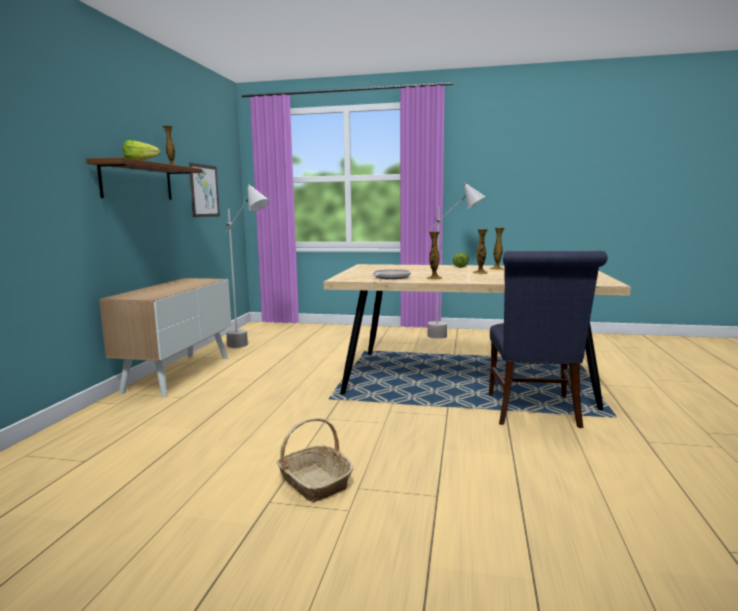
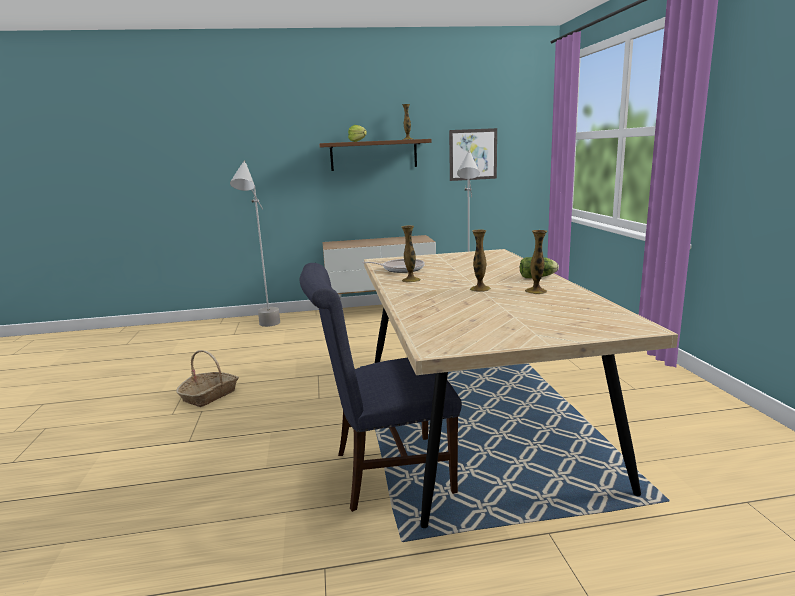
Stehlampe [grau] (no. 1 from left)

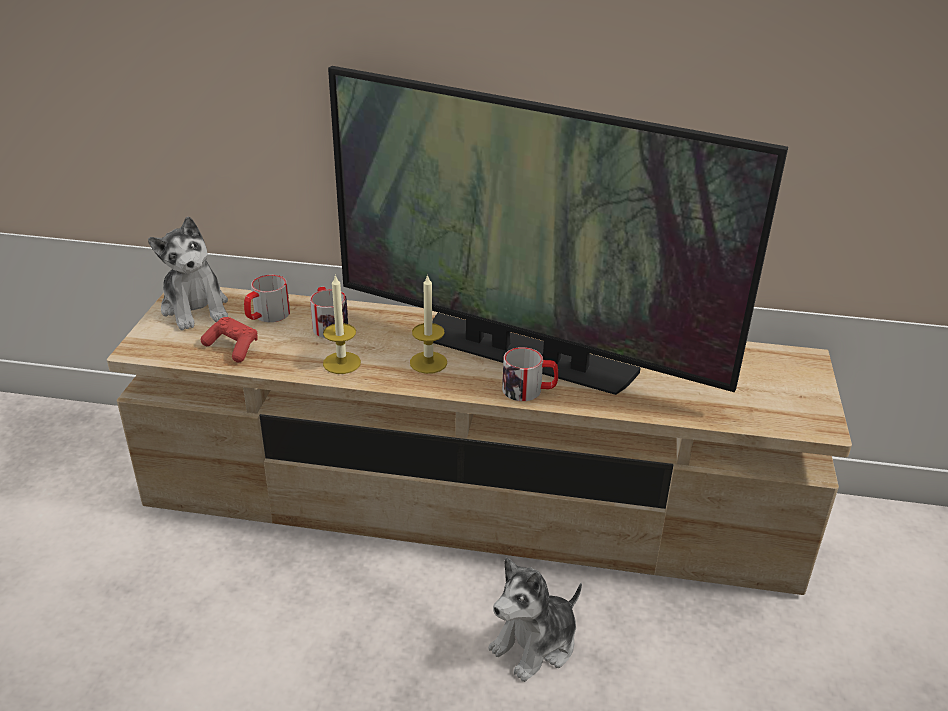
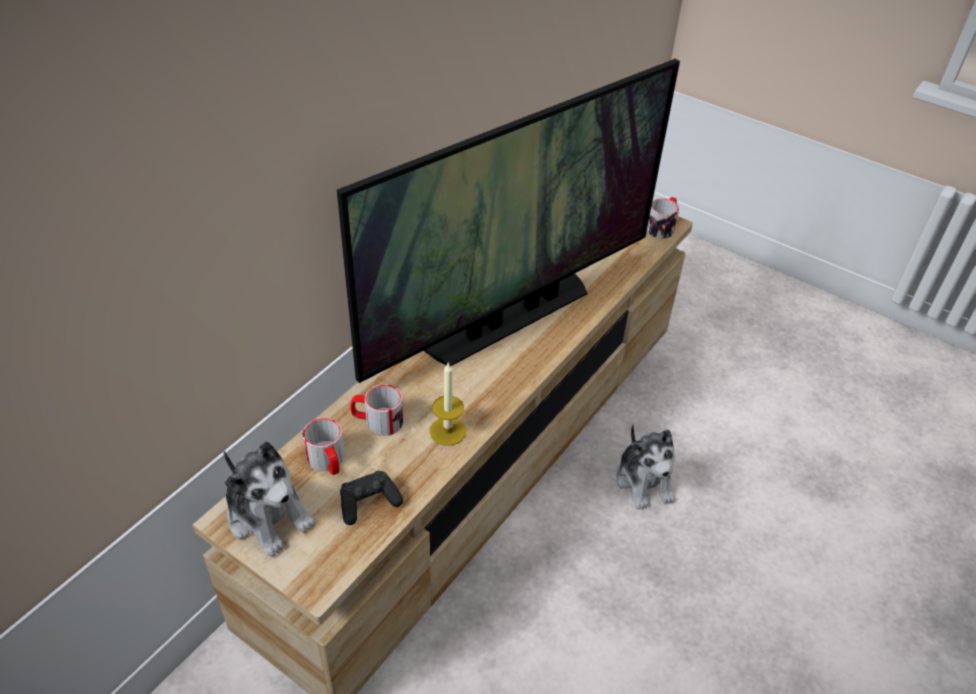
Plüschtier (no. 1 from left); Kerze (no. 2 from left in the first image); Gamepad [schwarz]; Henkelbecher (no. 3 from left)

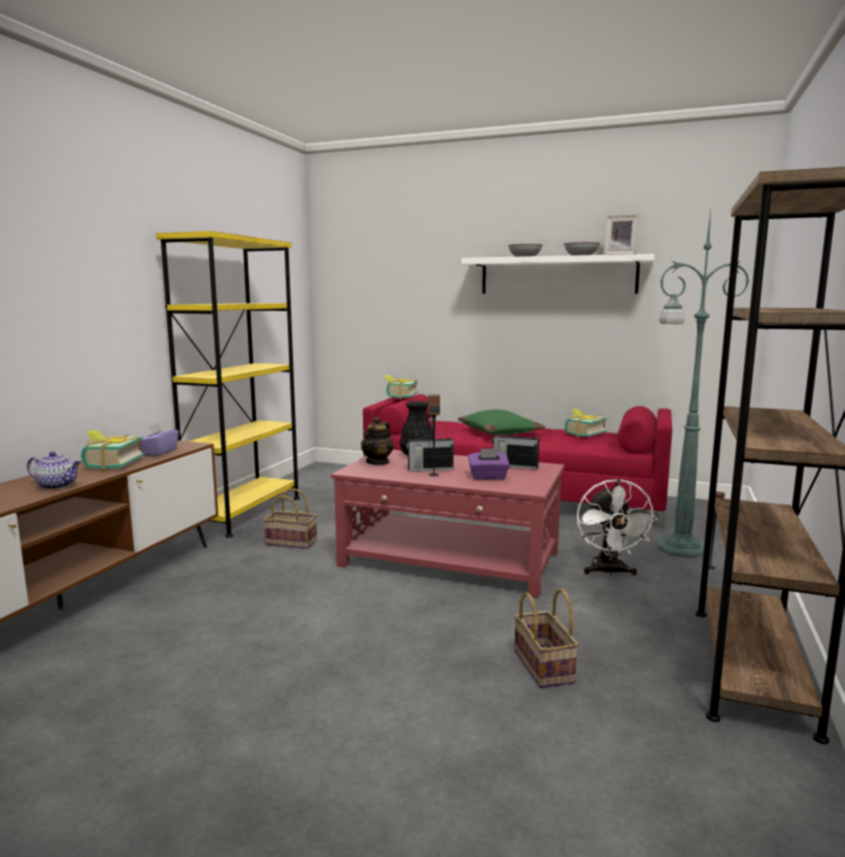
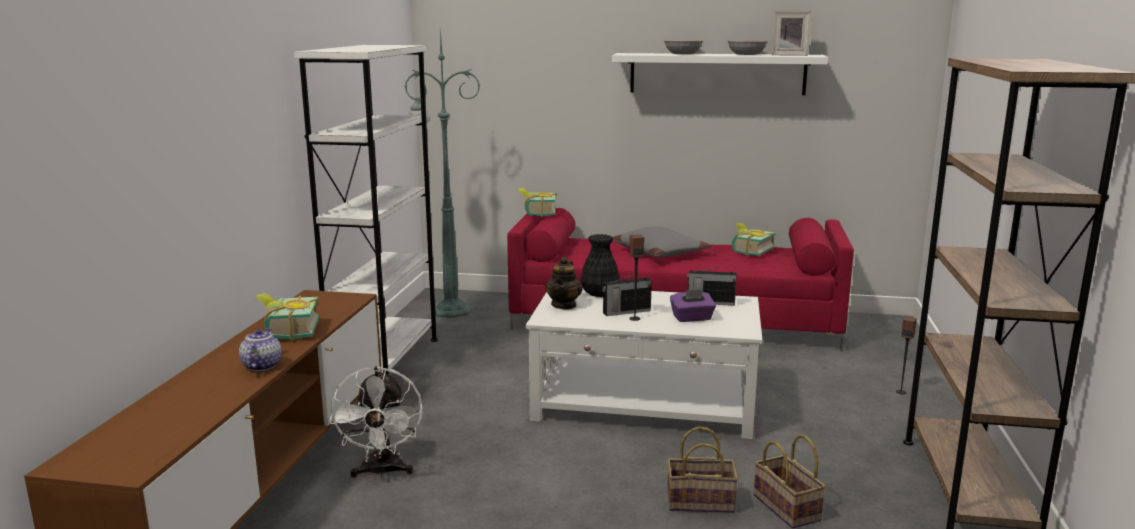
Stehlampe [grün]; Bücherregal [weiß]; Kissen [grau]; Taschentuchbox [lila] (no. 1 from left in the first image); Couchtisch [weiß]; Teekanne (no. 1 from left); Ventilator [weiß]; Korb (no. 1 from left)

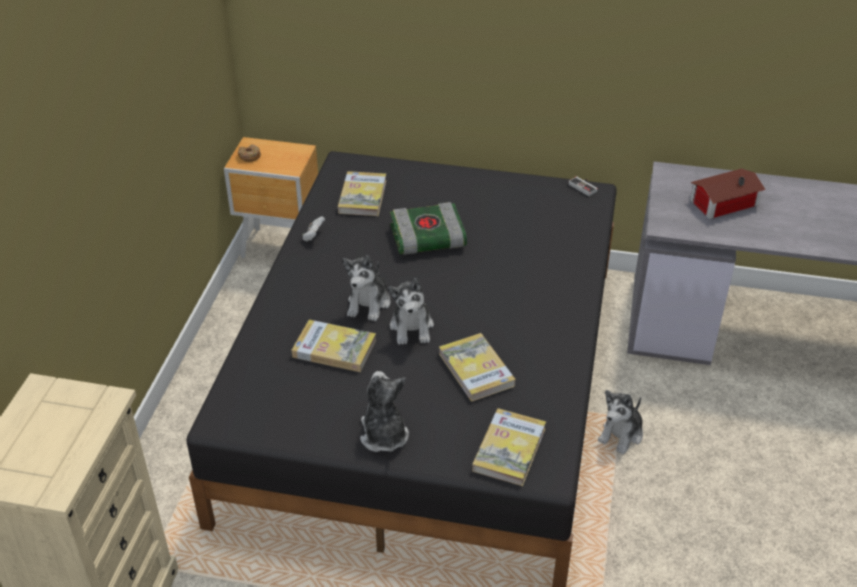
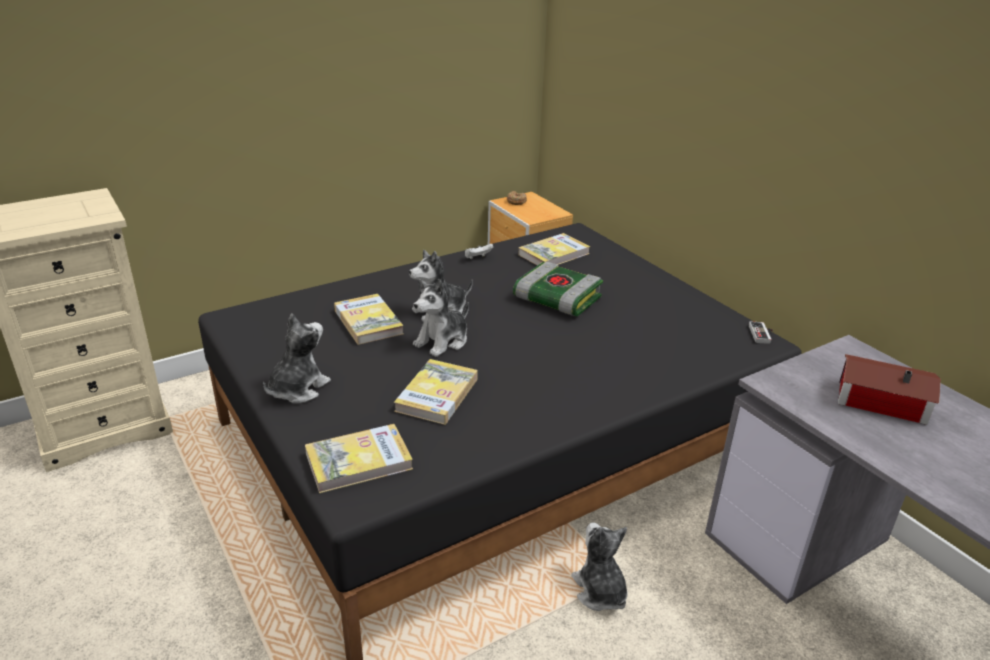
Plüschtier (no. 4 from left)

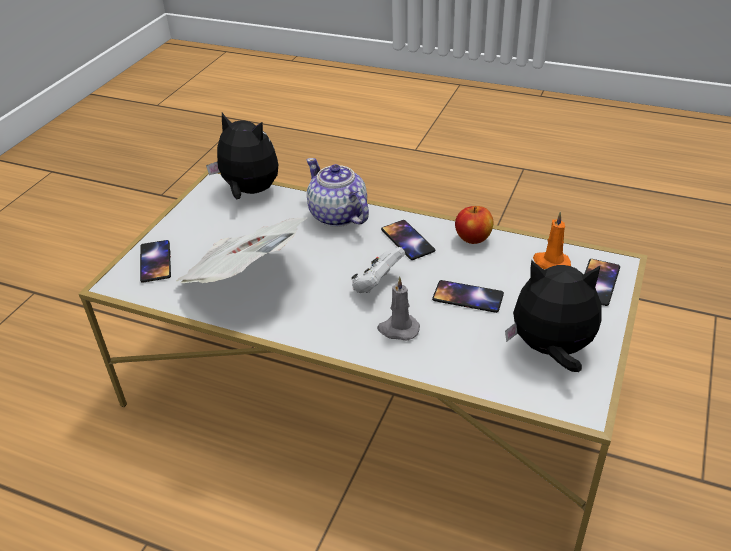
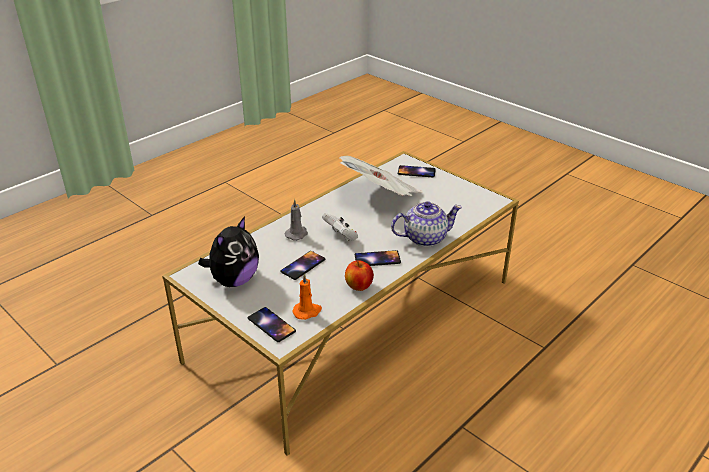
Plüschtier (no. 1 from left in the first image)

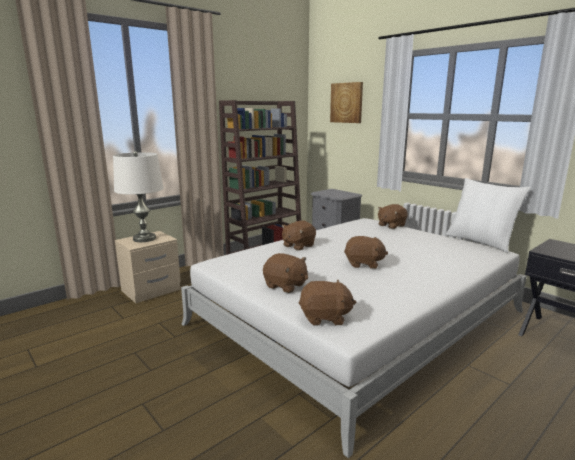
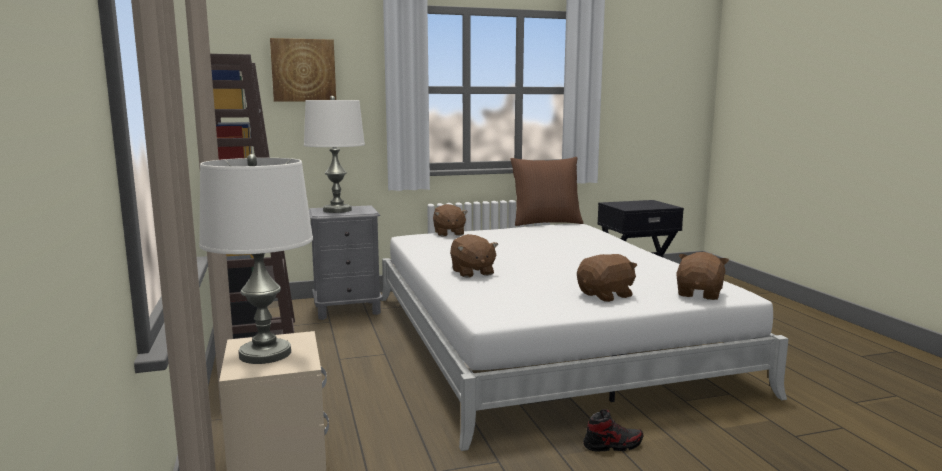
Kissen [braun]; Plüschtier [braun] (no. 4 from left in the first image); Tischlampe [weiß] (no. 2 from left); Schuh

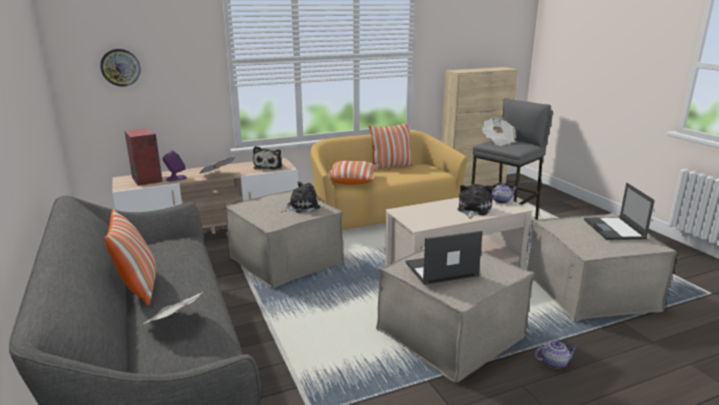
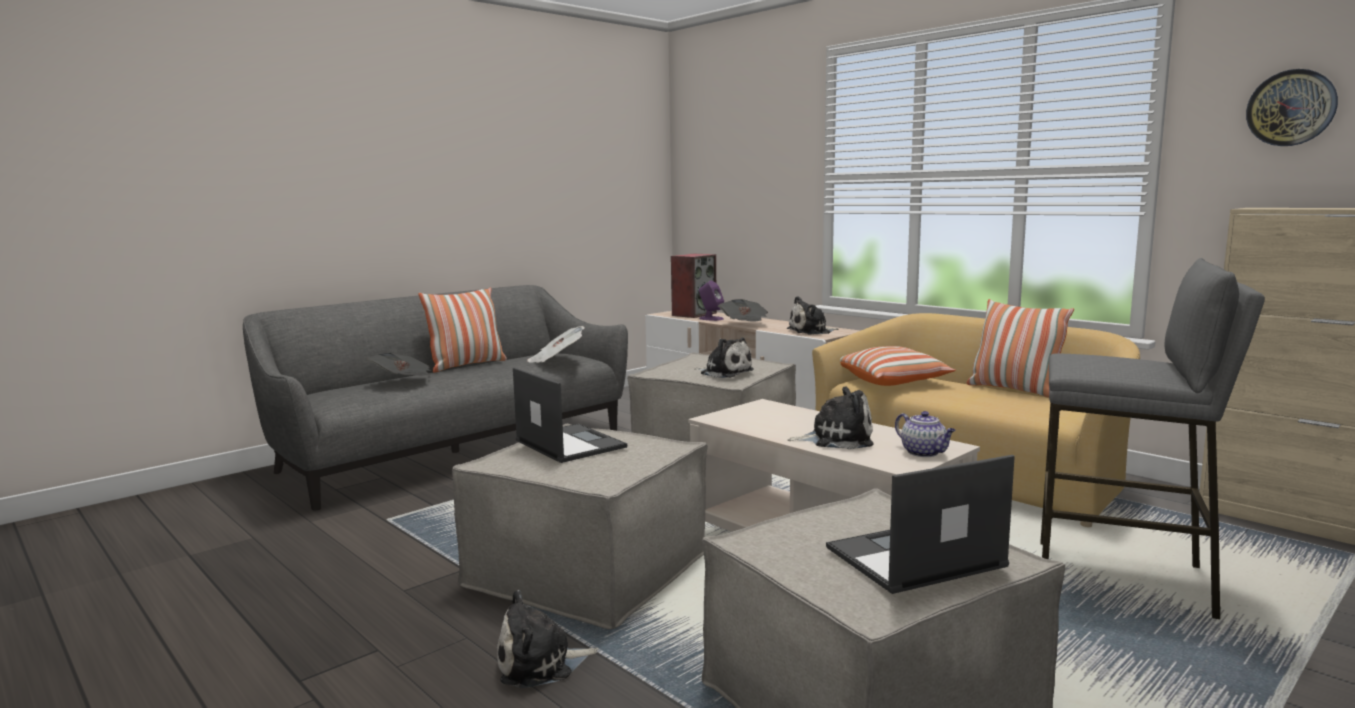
Wanduhr; Zeitung (no. 2 from left); Plüschtier (no. 1 from left)

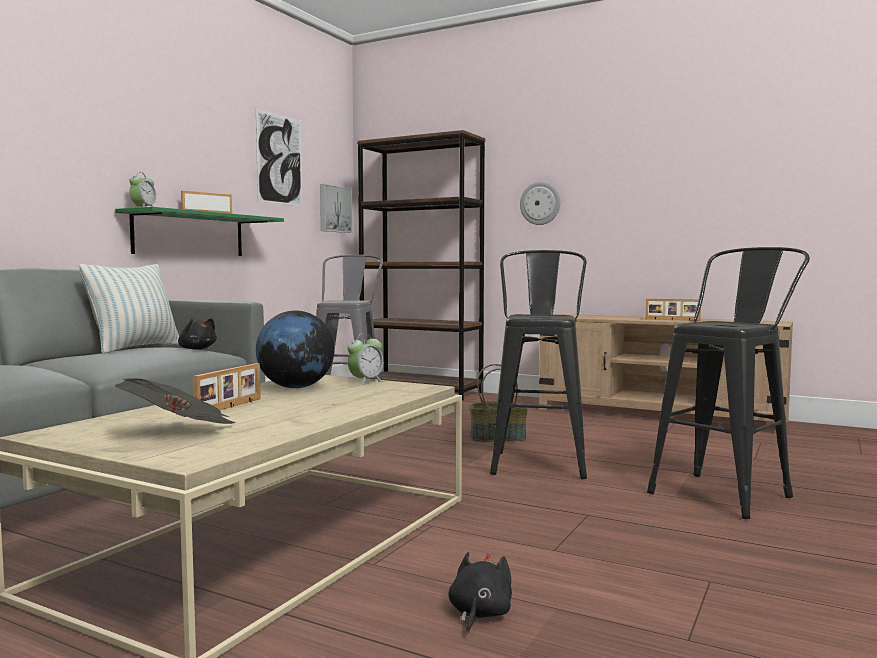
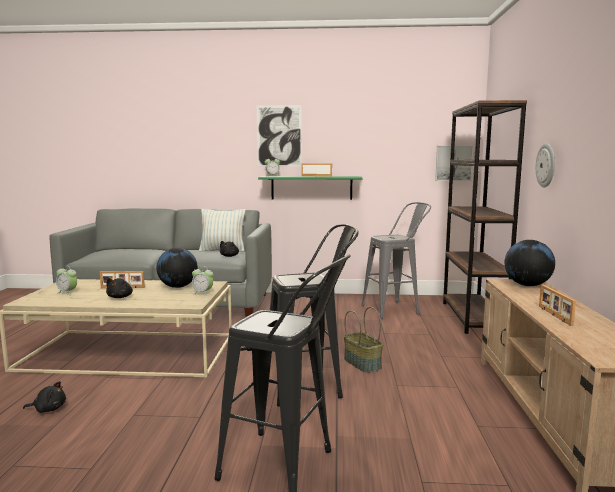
Bild (no. 1 from left); Wecker (no. 1 from left); Globus (no. 2 from left); Plüschtier [schwarz] (no. 2 from left)

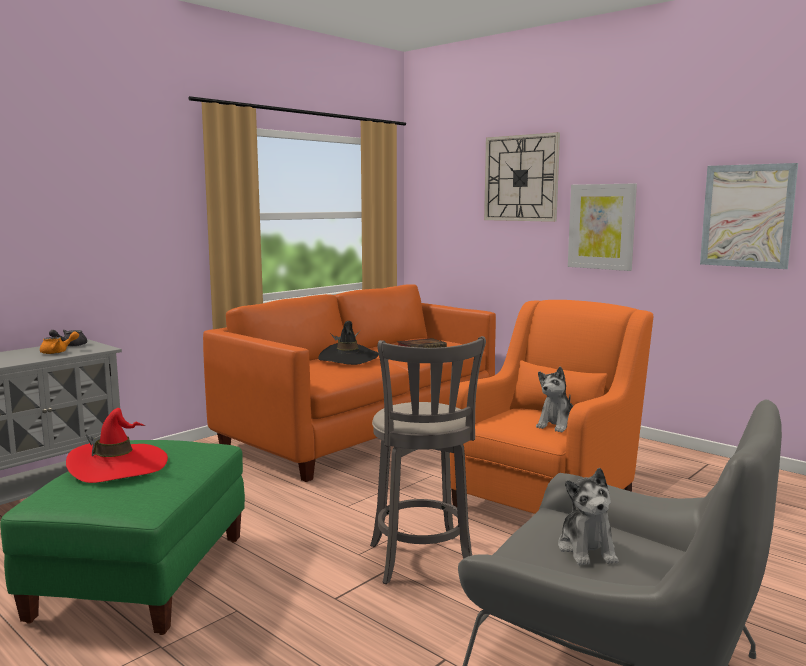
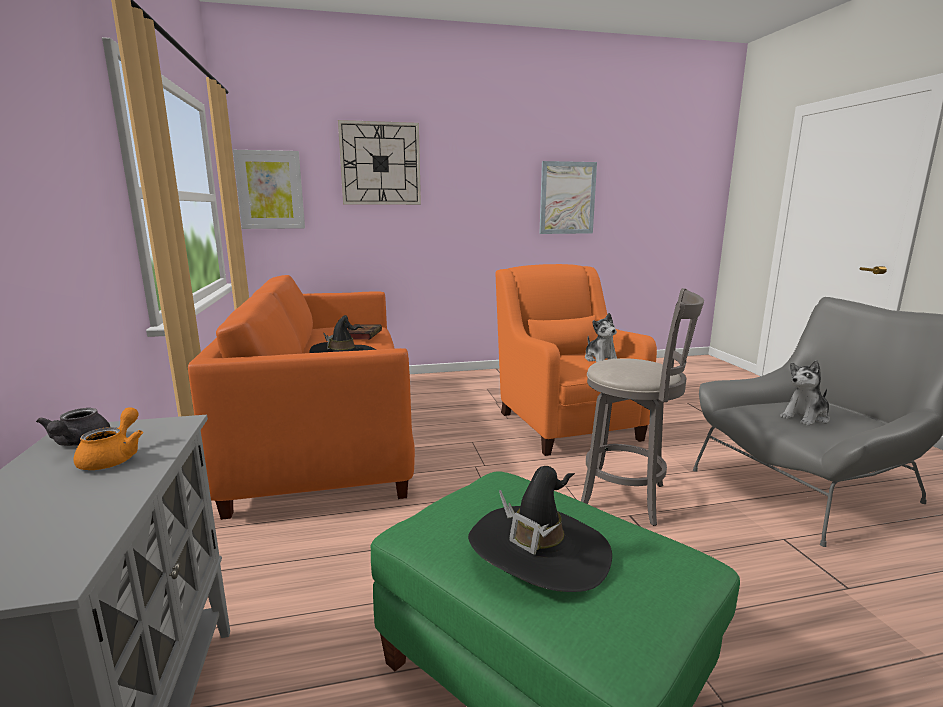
Bild (no. 1 from left); Hut [schwarz] (no. 2 from left); Plüschtier (no. 2 from left)

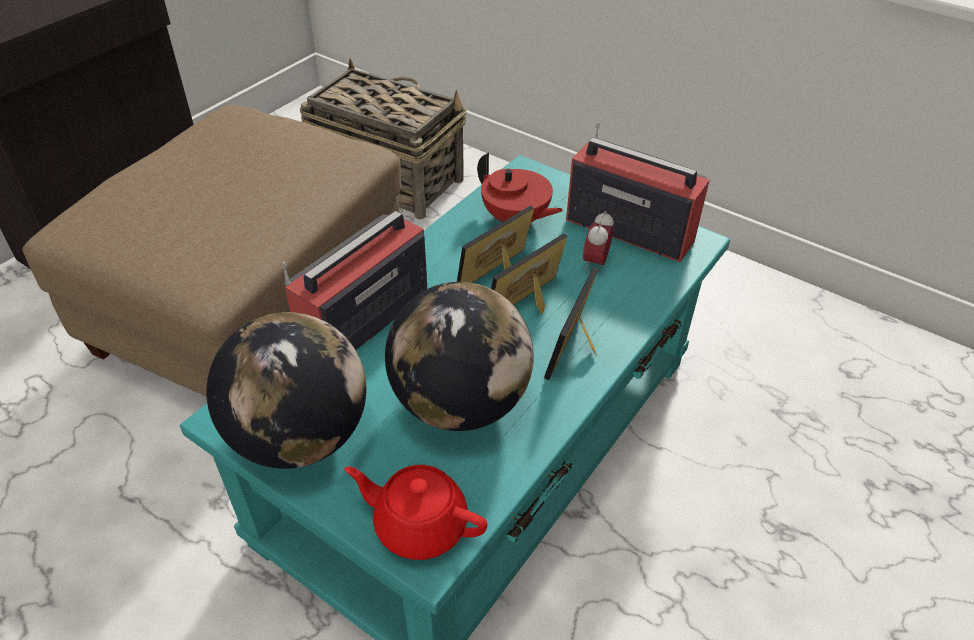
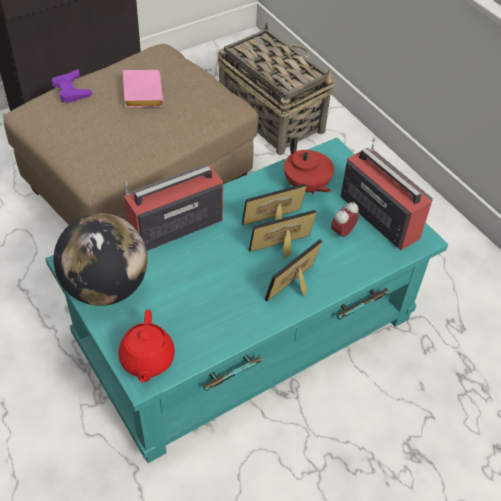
Globus (no. 2 from left in the first image); Teekanne [rot] (no. 1 from left); Gamepad [lila]; Buch [rosa]

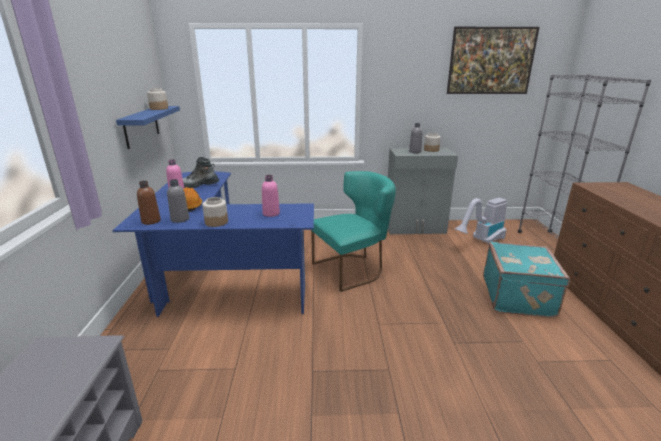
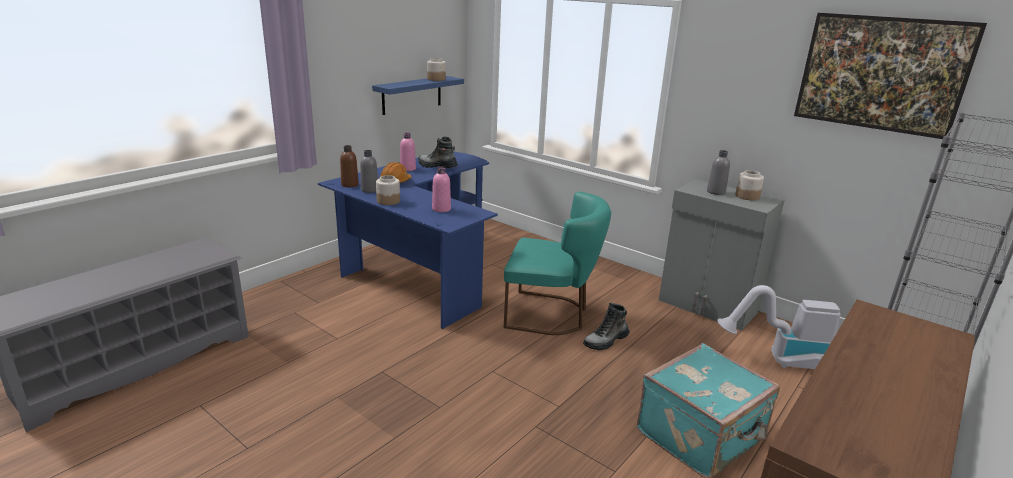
Stiefel (no. 2 from left)

